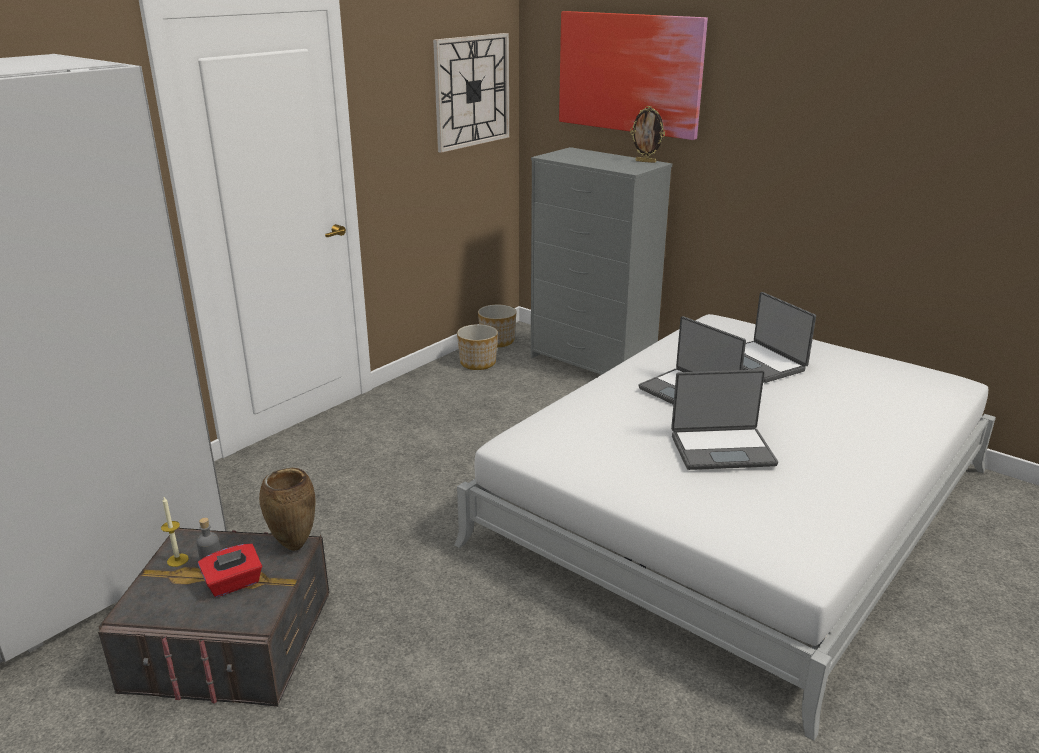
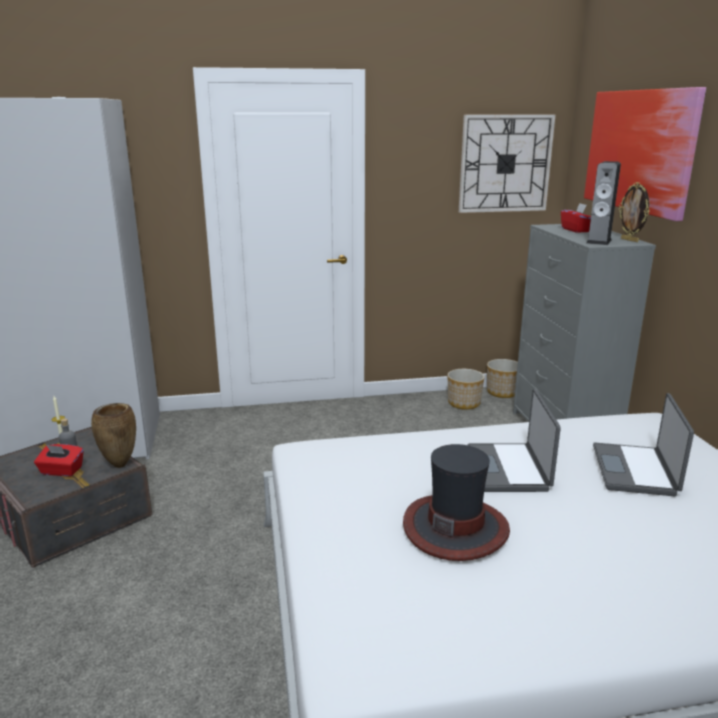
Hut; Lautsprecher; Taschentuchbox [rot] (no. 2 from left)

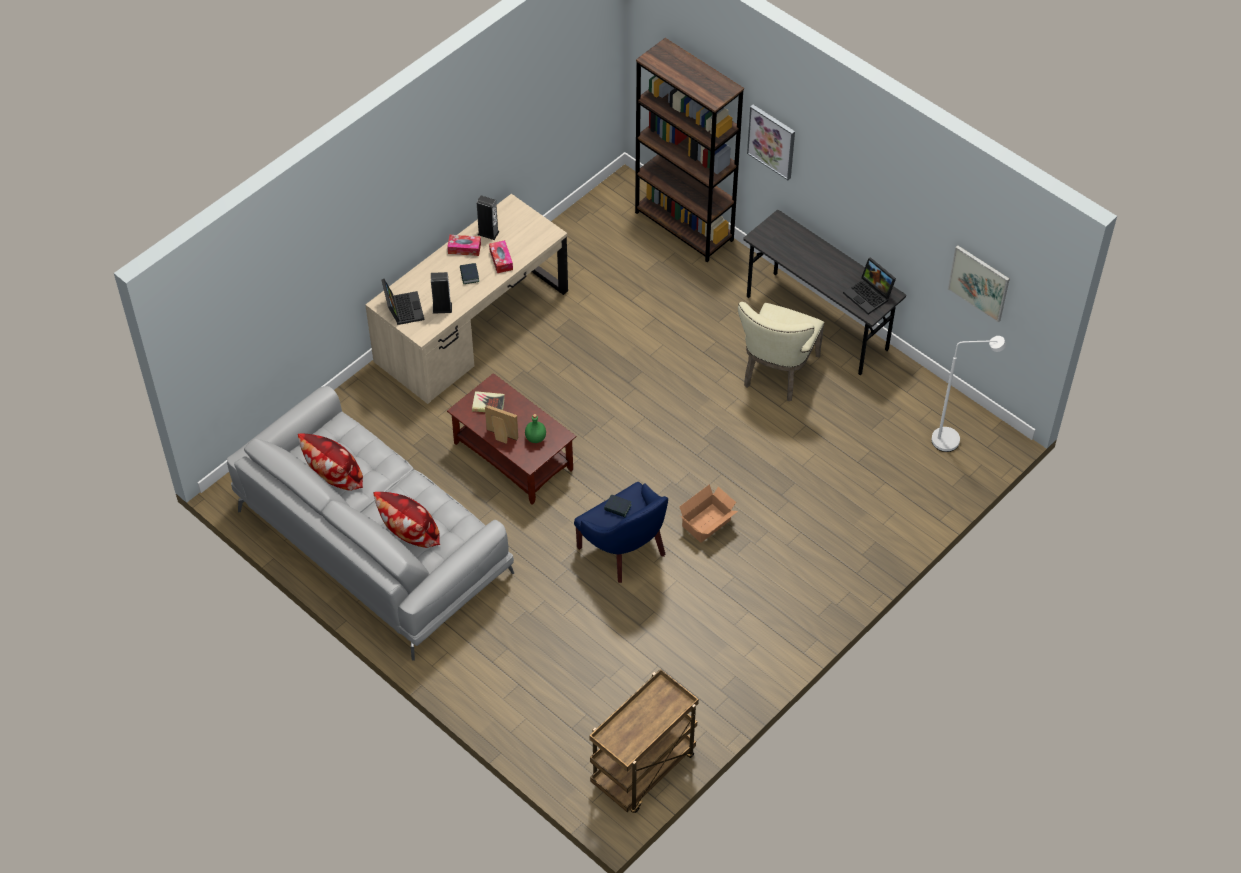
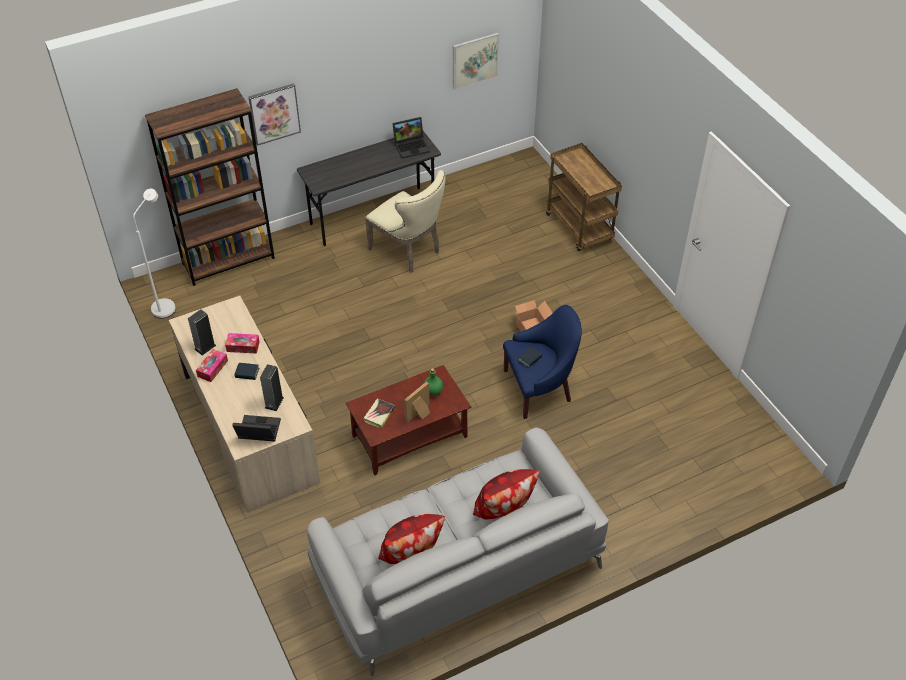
Stehlampe [weiß]; Rollwagen [braun]

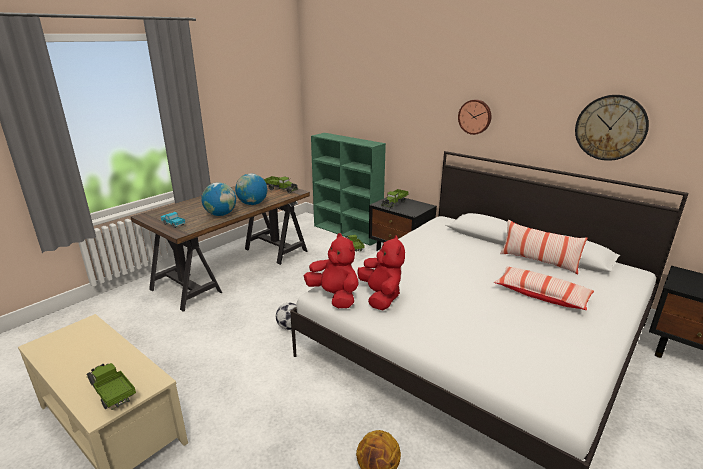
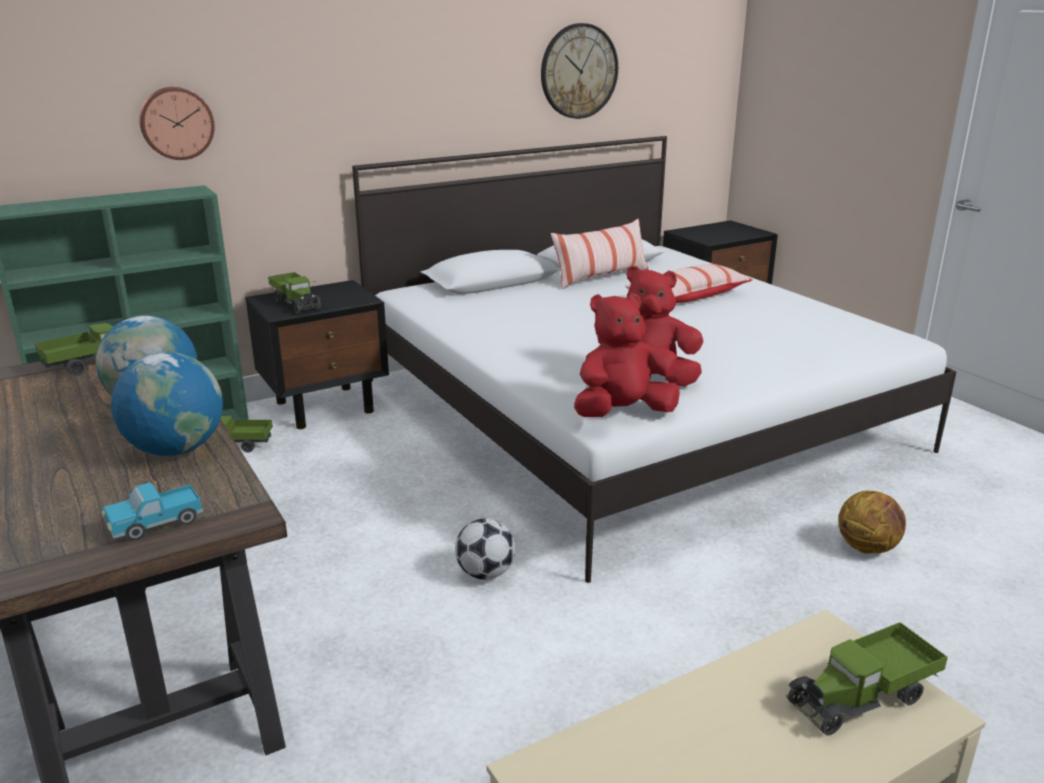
Wanduhr (no. 1 from left)

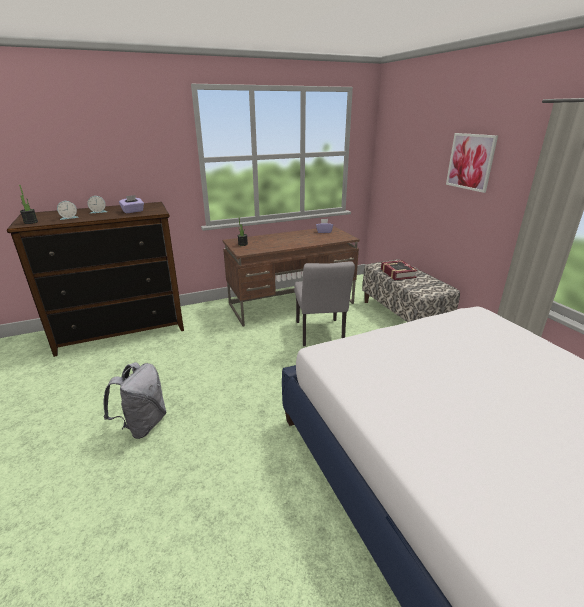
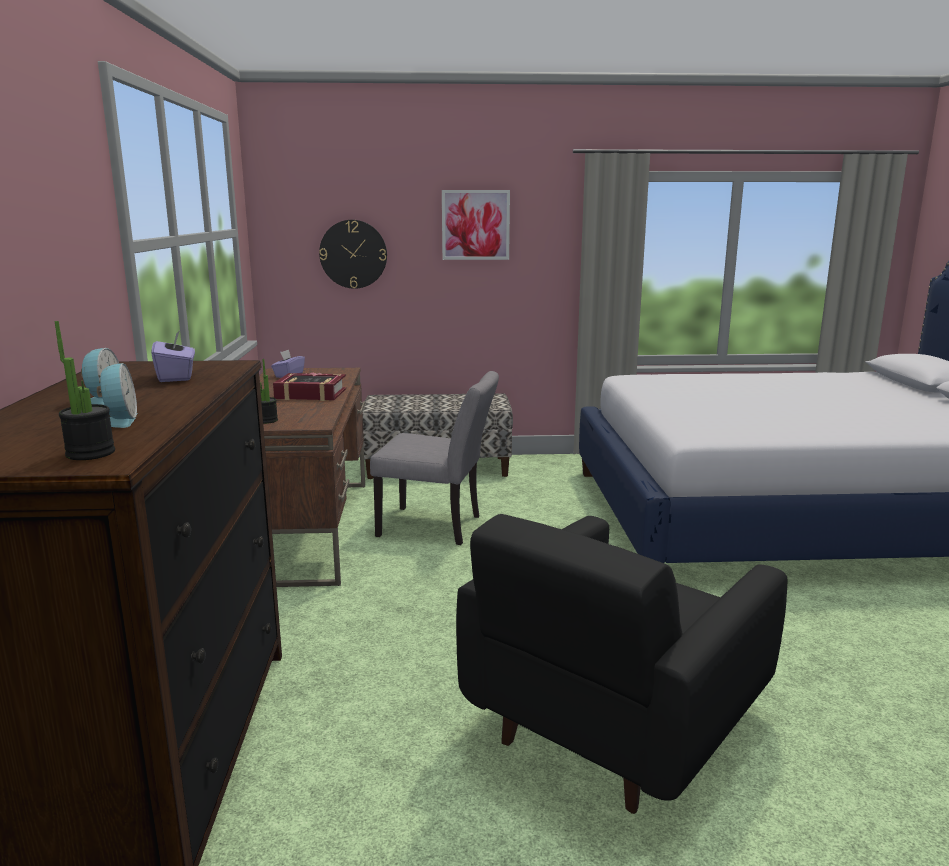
Buch; Sessel [schwarz]; Wanduhr

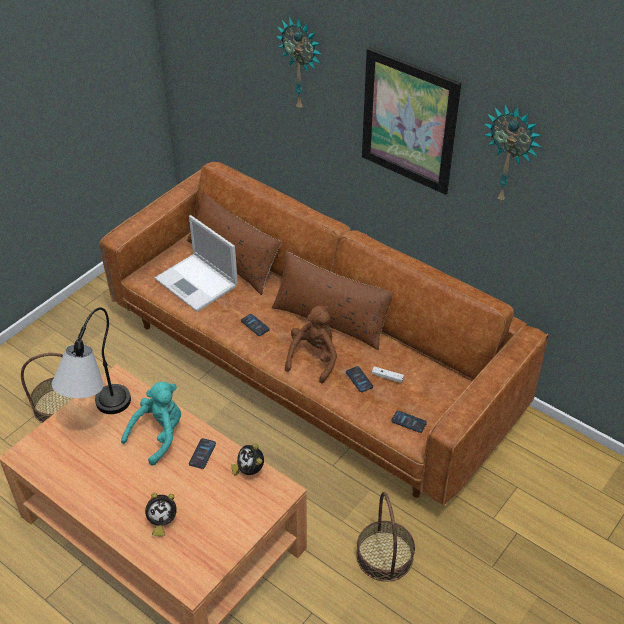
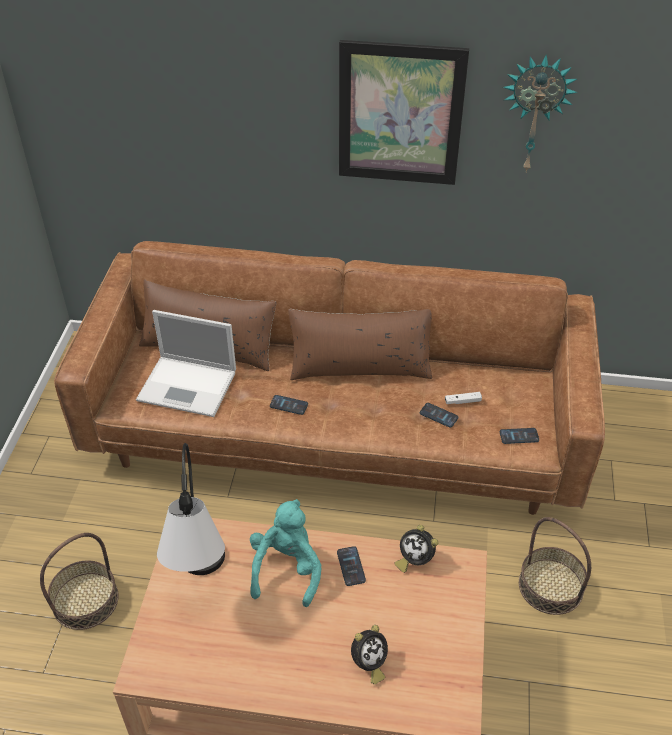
Wanduhr (no. 1 from left in the first image); Plüschtier [braun]

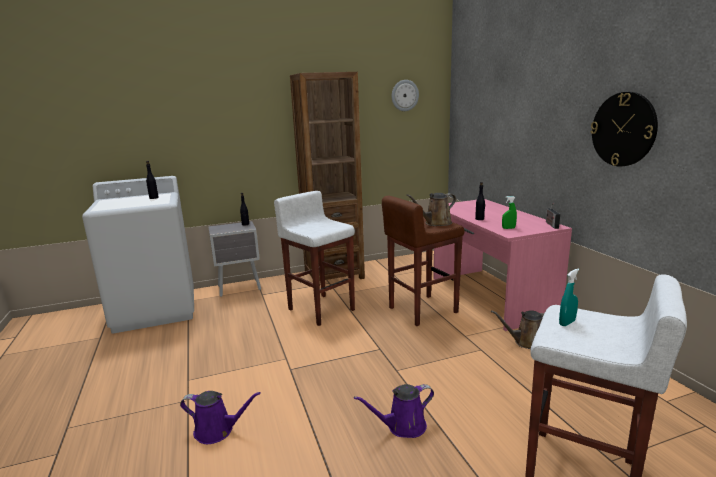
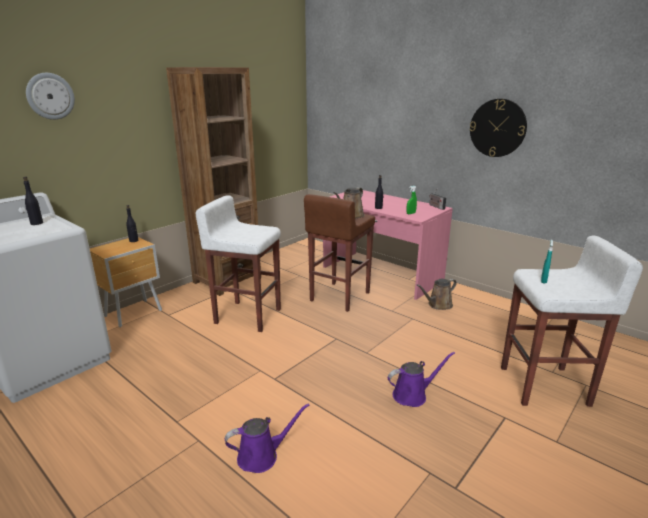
Wanduhr (no. 1 from left); Nachttisch [braun]; Gießkanne [lila] (no. 2 from left)

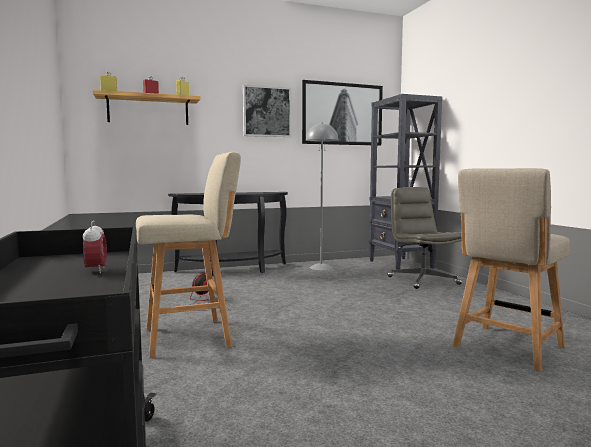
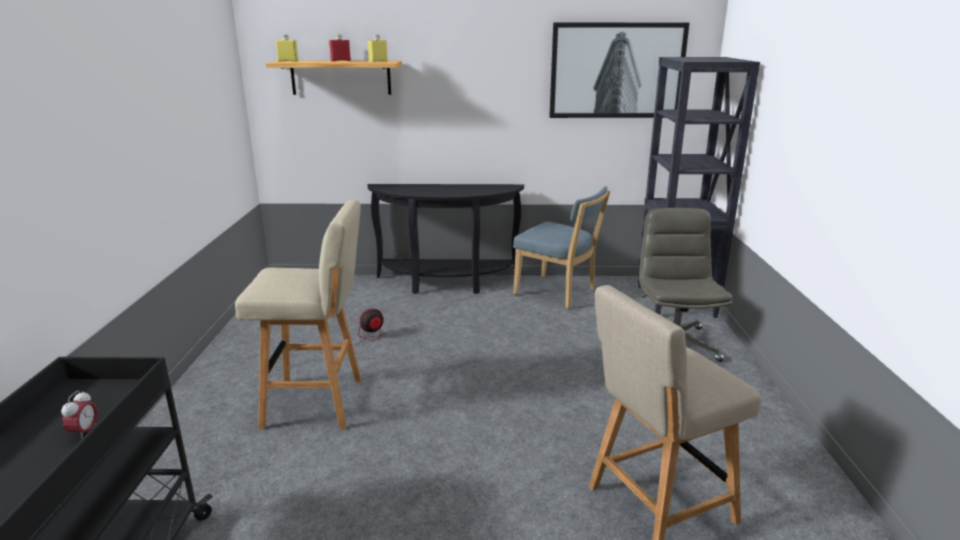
Bild (no. 1 from left in the first image); Stuhl [blau]

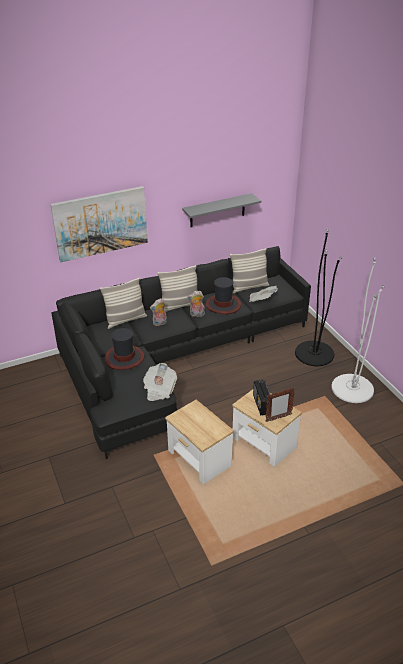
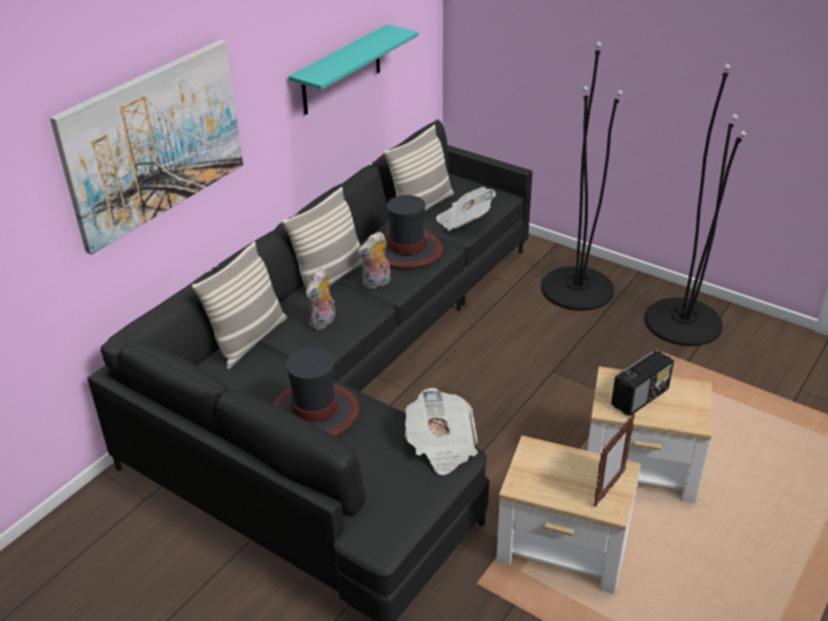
Wandregal [türkis]; Stehlampe [schwarz] (no. 2 from left); Radio; Bilderrahmen

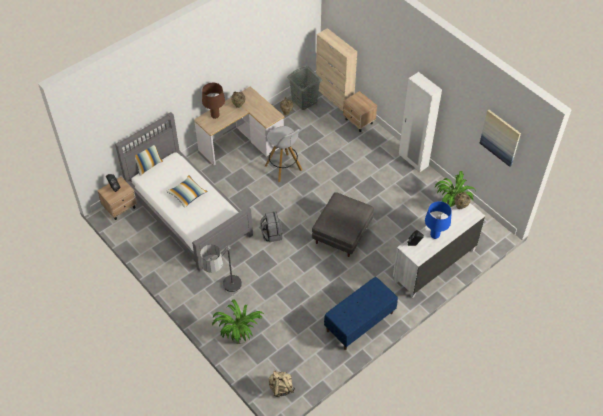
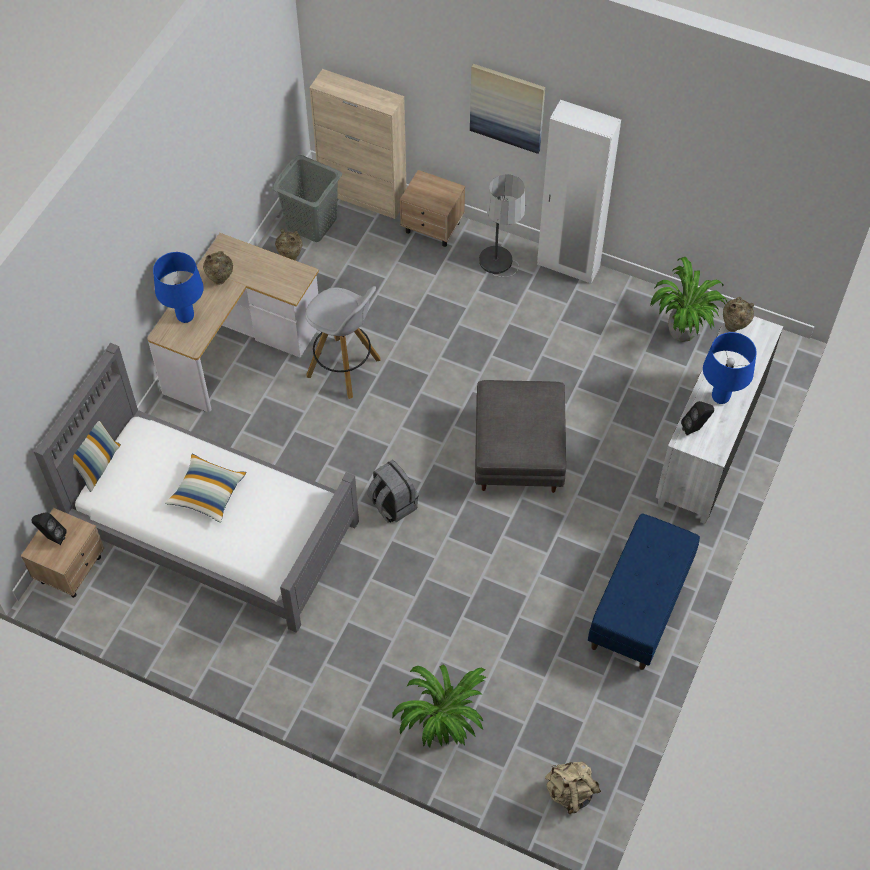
Tischlampe [blau] (no. 1 from left); Bild; Stehlampe

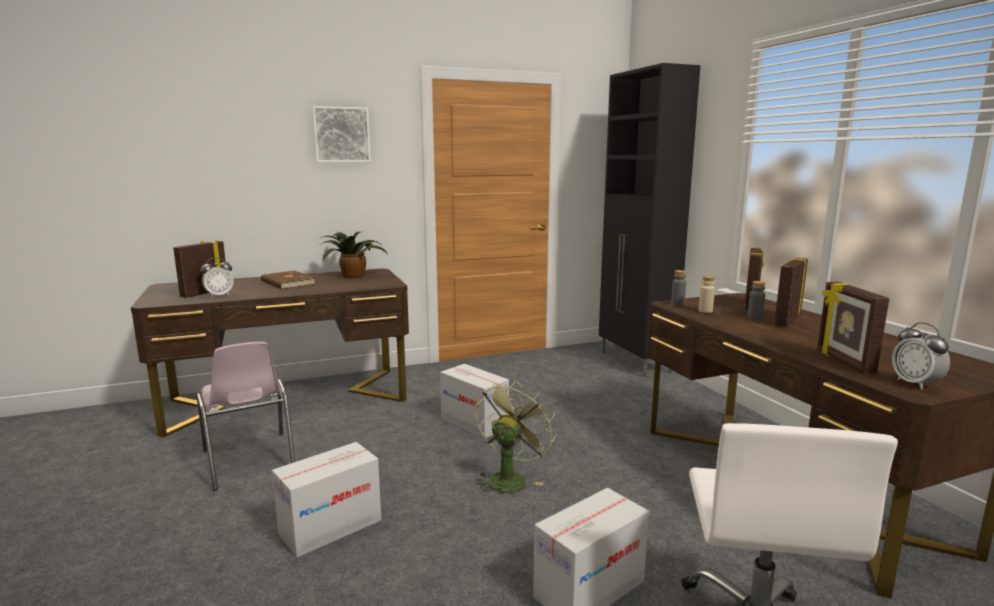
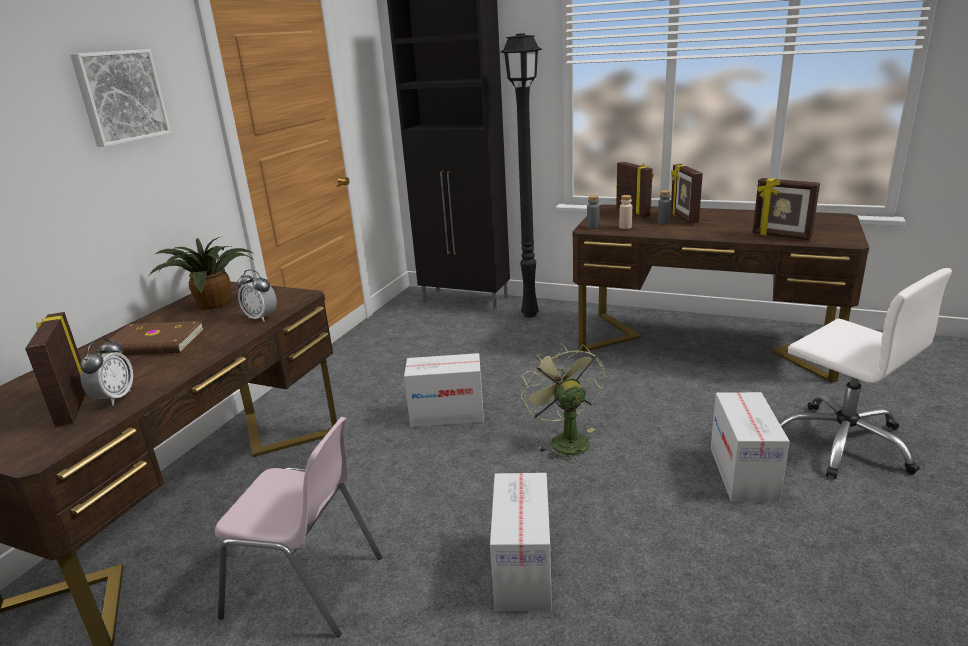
Wecker (no. 2 from left); Stehlampe [schwarz]

